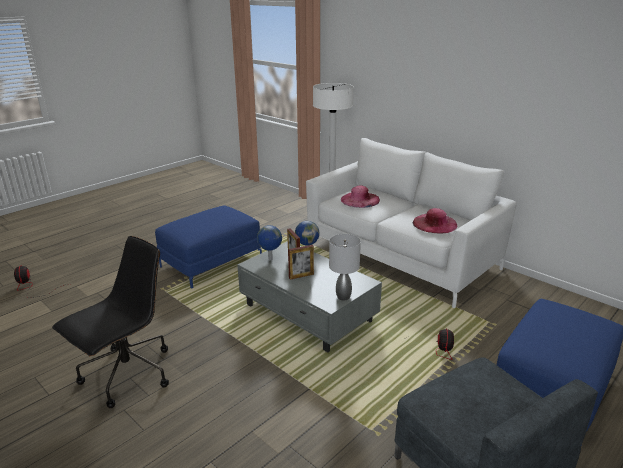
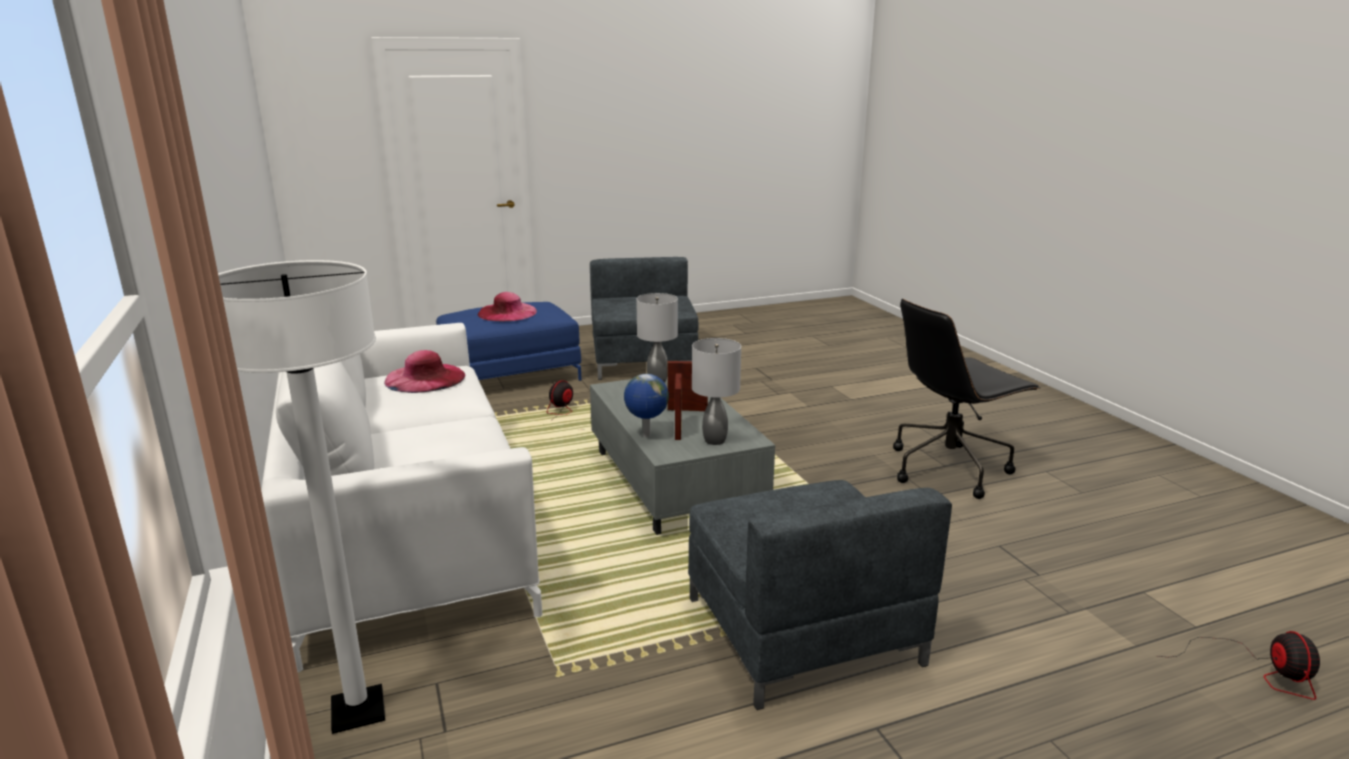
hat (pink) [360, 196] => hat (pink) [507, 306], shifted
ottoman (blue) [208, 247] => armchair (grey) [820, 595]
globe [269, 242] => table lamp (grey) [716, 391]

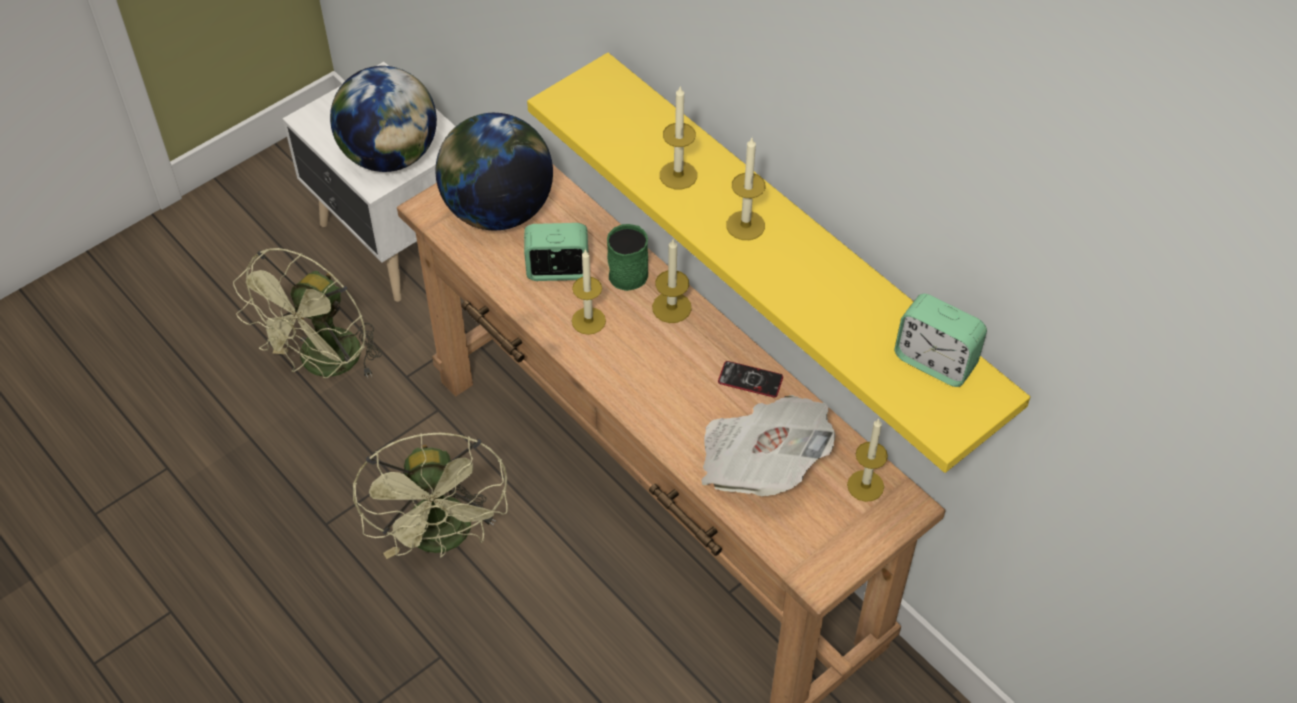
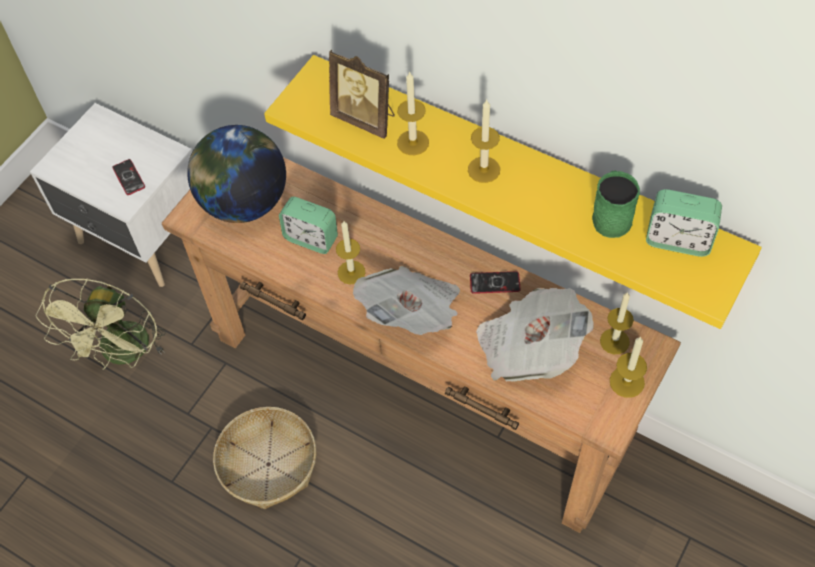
nothing => picture frame [362, 94]
nothing => newspaper [406, 300]
mug (green) [627, 257] => mug (green) [616, 204], shifted
candle [672, 281] => candle [628, 367], shifted
globe [383, 119] => phone [128, 177]
fan (green) [430, 496] => basket [264, 458]
alarm clock [556, 252] => alarm clock [308, 225], 135 degrees counterclockwise

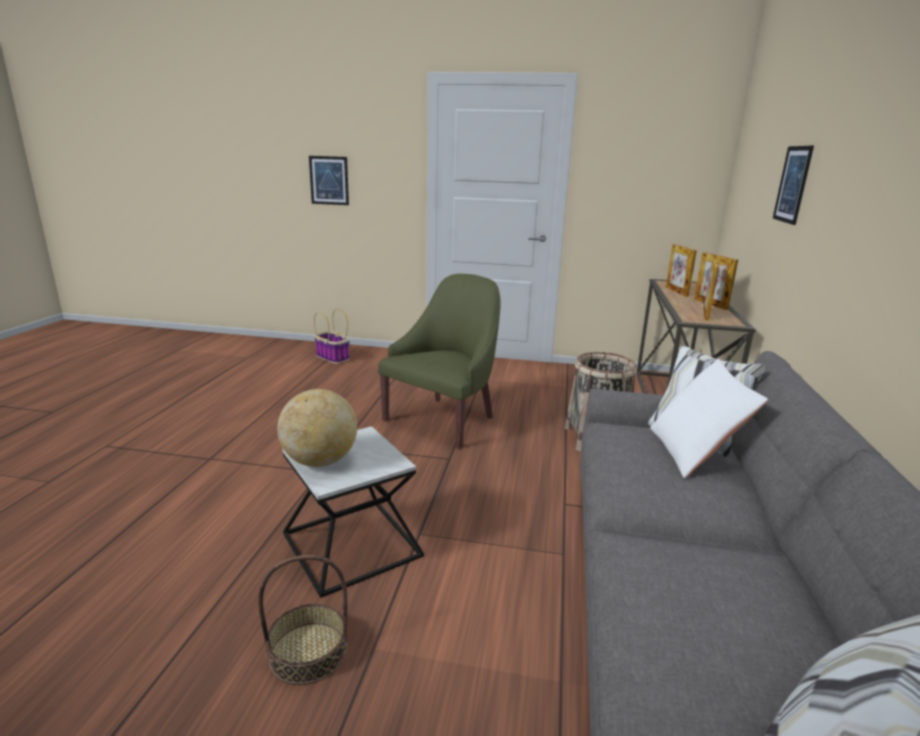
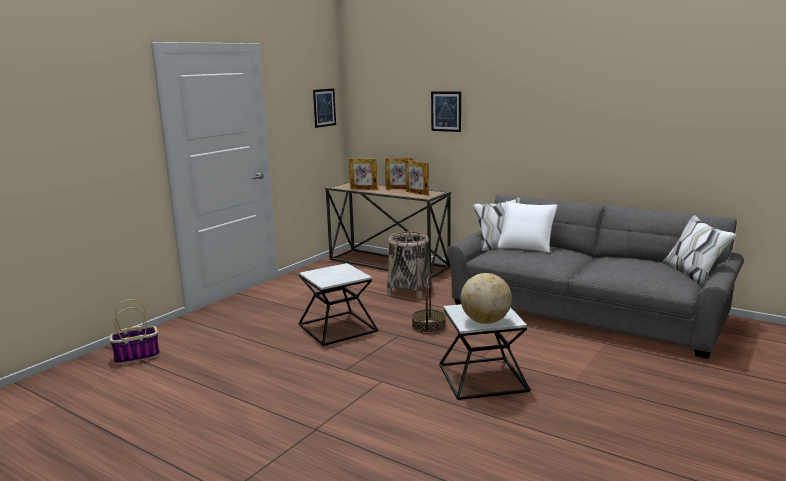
basket [303, 620] => basket [429, 305], shifted
picture [329, 180] => picture [324, 108], shifted
armchair (green) [439, 361] => side table [338, 304]

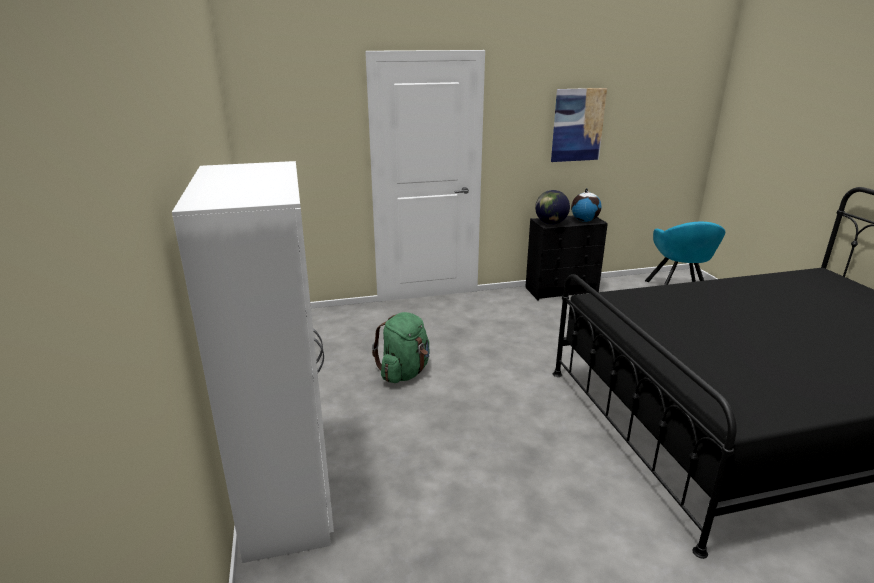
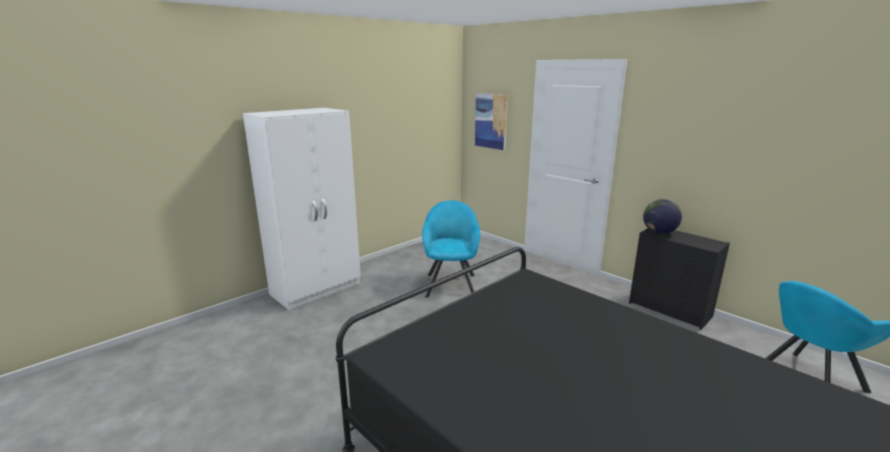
globe [586, 205] => nothing
picture [579, 125] => picture [491, 121], shifted
backpack (green) [401, 347] => armchair (turquoise) [451, 248]

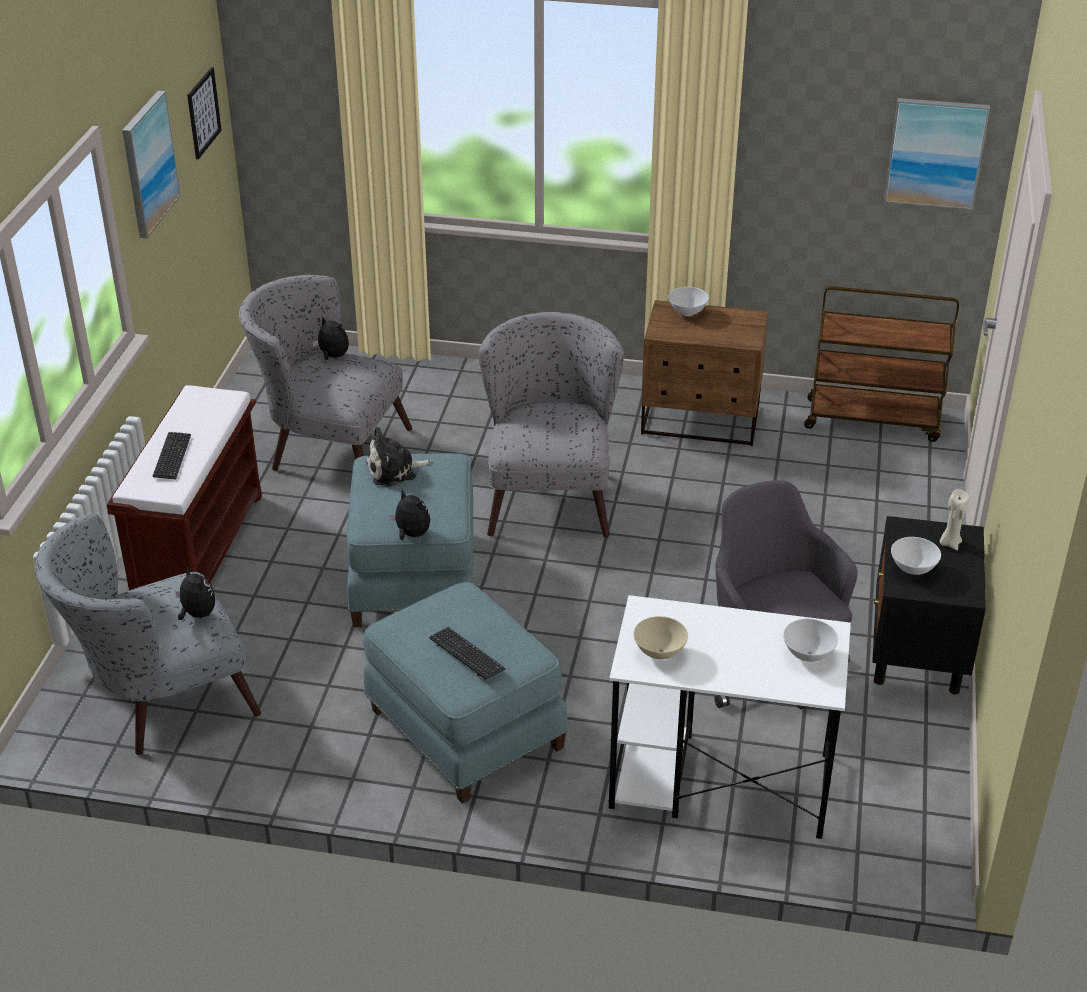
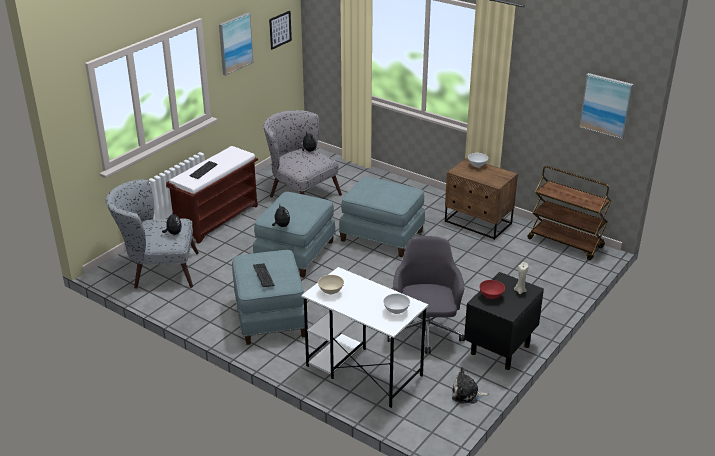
plush toy [398, 457] => plush toy [471, 385], shifted
armchair (grey) [551, 424] => ottoman (blue) [382, 217]
bowl (white) [916, 556] => bowl (red) [492, 289]

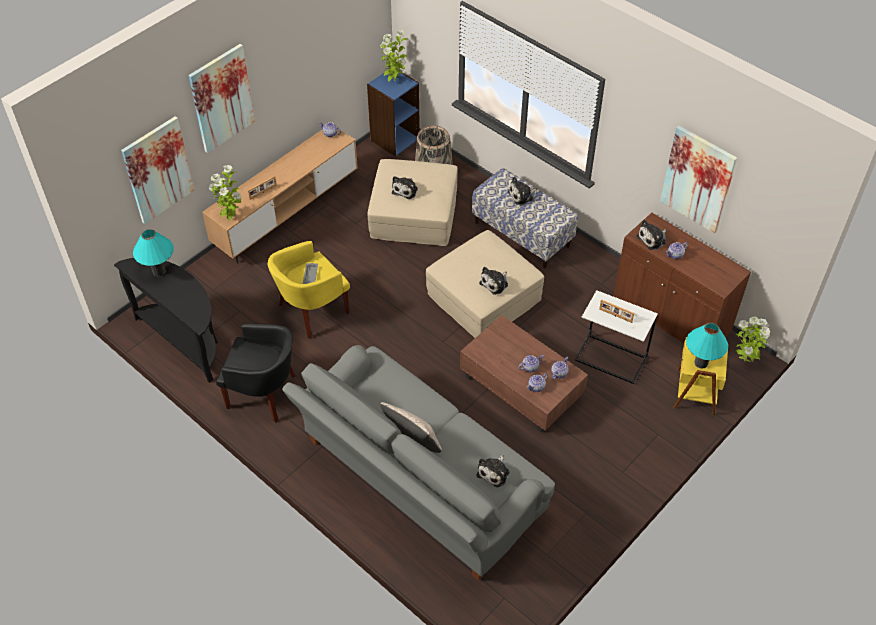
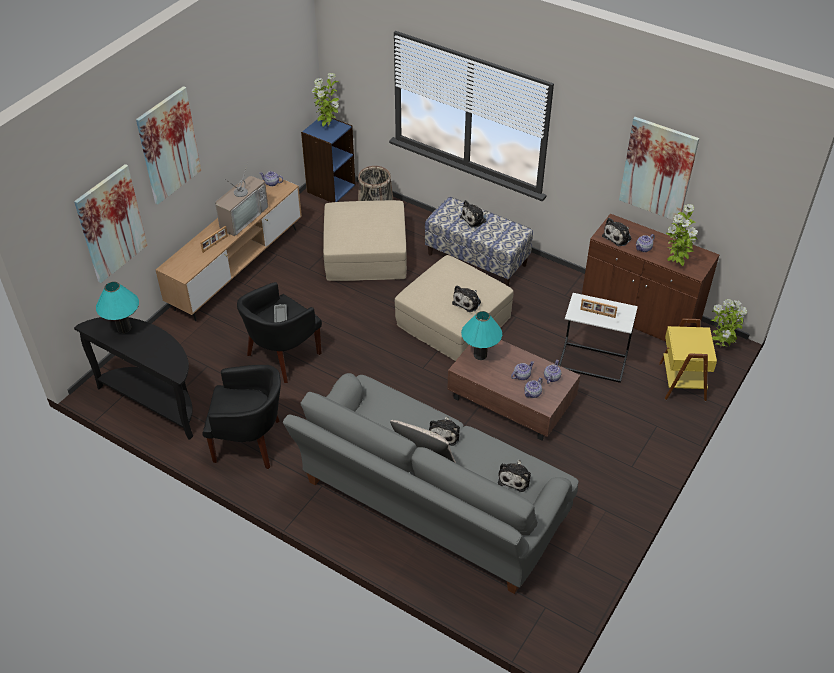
nothing => television [241, 199]
potted plant [225, 193] => potted plant [682, 235], shifted
plush toy [405, 187] => plush toy [444, 431], shifted
table lamp (turquoise) [707, 346] => table lamp (turquoise) [481, 335], shifted
armchair (yellow) [309, 290] => armchair (black) [279, 332]

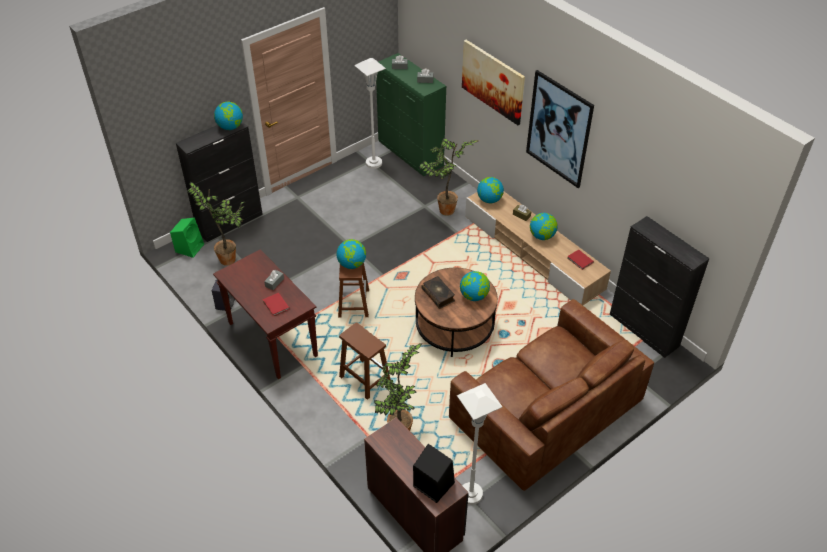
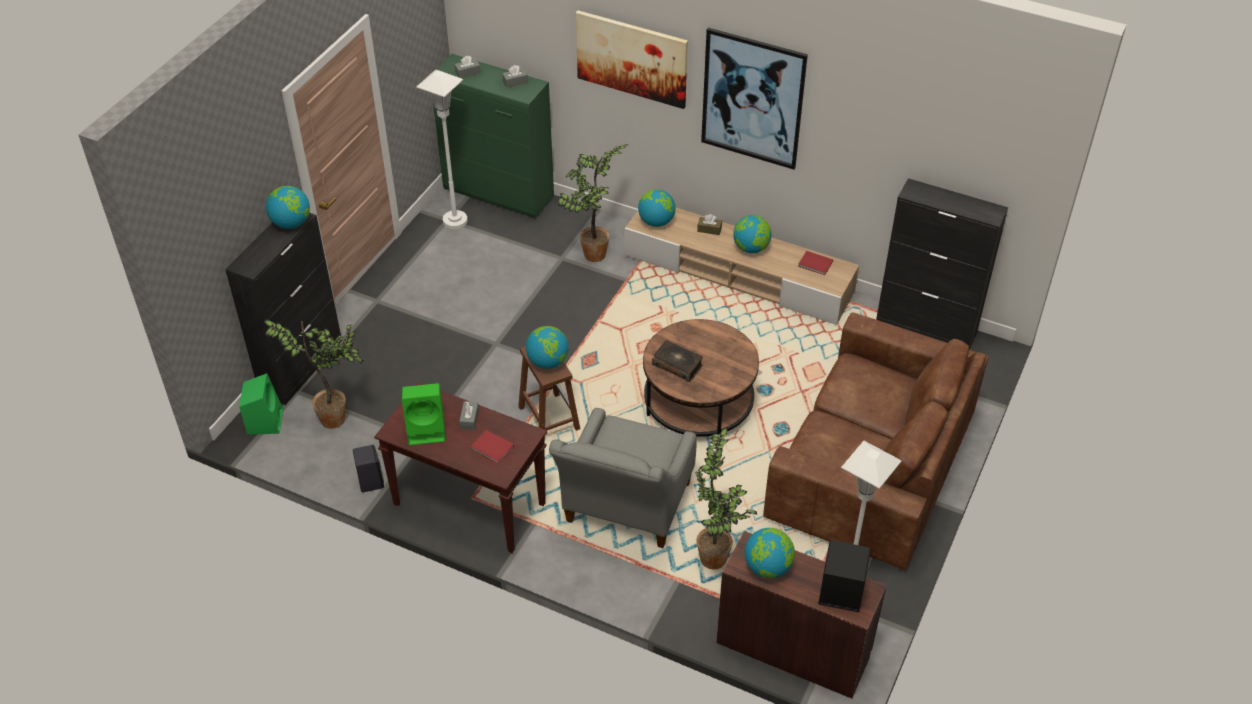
nothing => speaker (green) [424, 414]
globe [475, 286] => globe [770, 553], shifted
stool (brown) [365, 361] => armchair (grey) [623, 478]

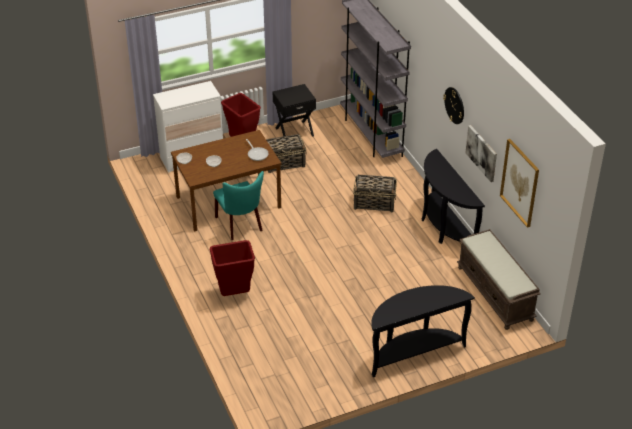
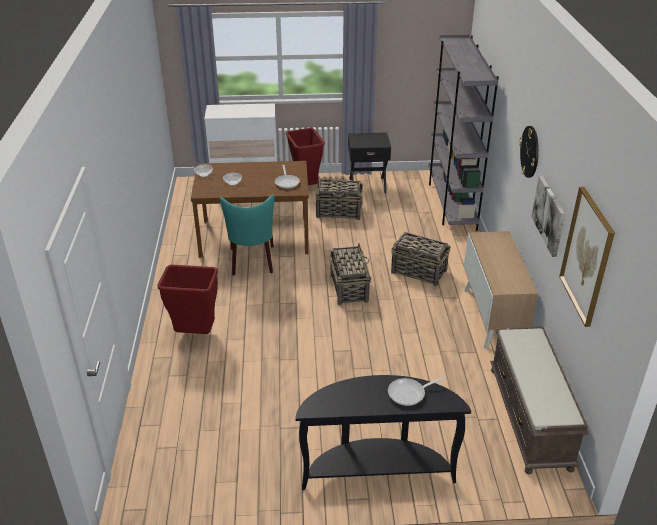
nothing => basket [351, 274]
nothing => frying pan [417, 391]
console table (black) [453, 196] => cabinet [501, 290]

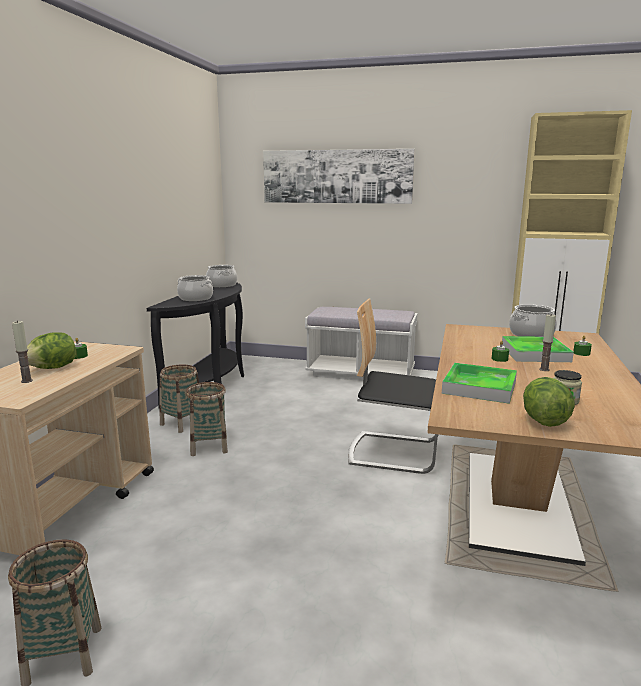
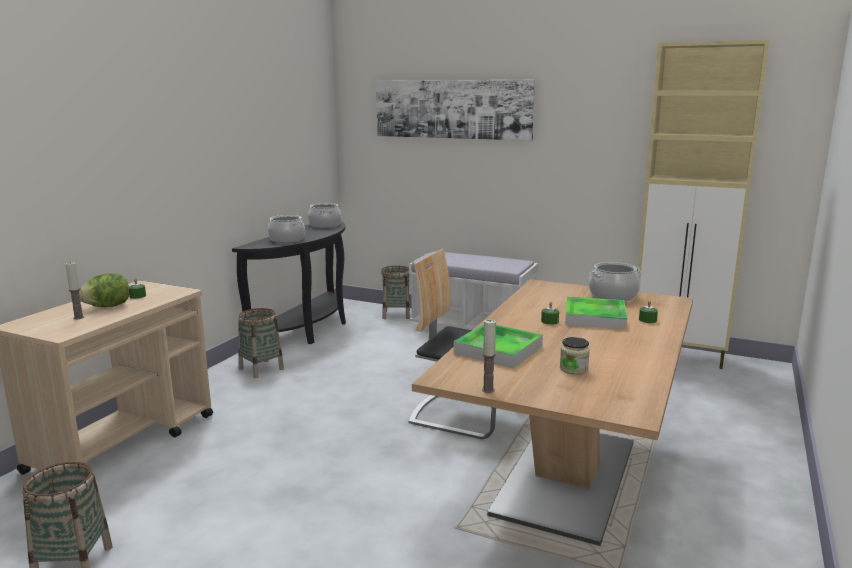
lettuce [549, 402] => nothing
basket [207, 419] => basket [395, 292], shifted
candle [547, 342] => candle [489, 356], shifted

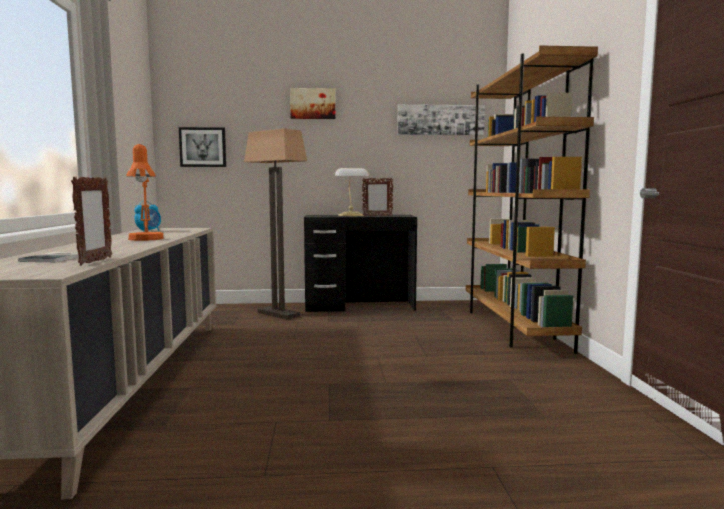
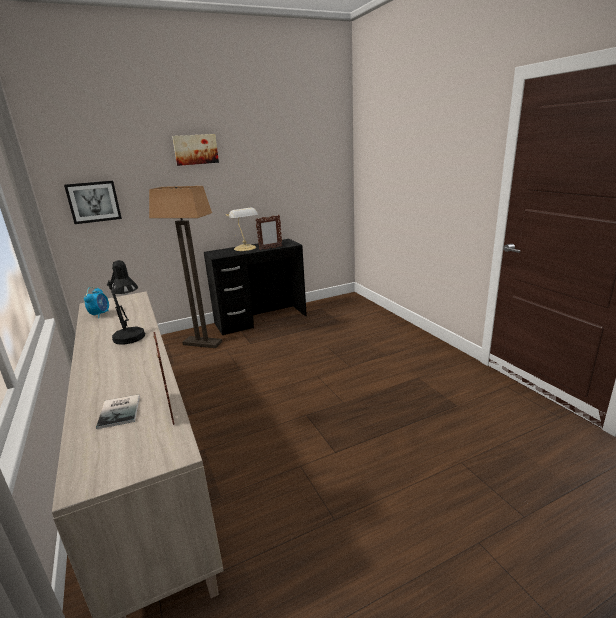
picture [441, 119] => nothing
bookcase (brown) [532, 199] => nothing
table lamp (orange) [145, 192] => table lamp (black) [126, 302]

